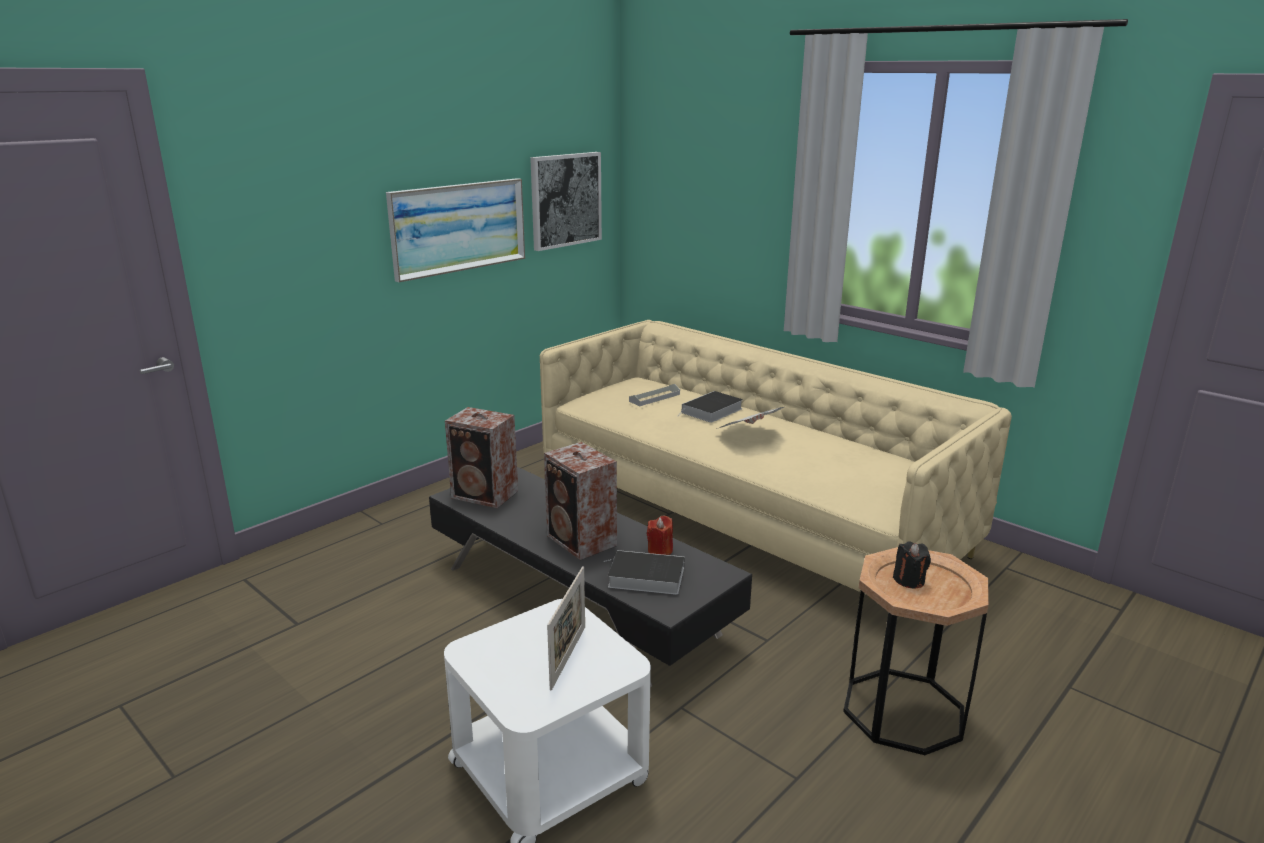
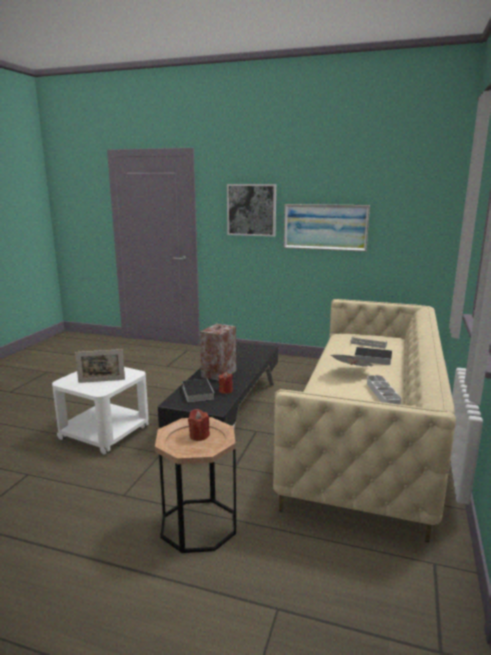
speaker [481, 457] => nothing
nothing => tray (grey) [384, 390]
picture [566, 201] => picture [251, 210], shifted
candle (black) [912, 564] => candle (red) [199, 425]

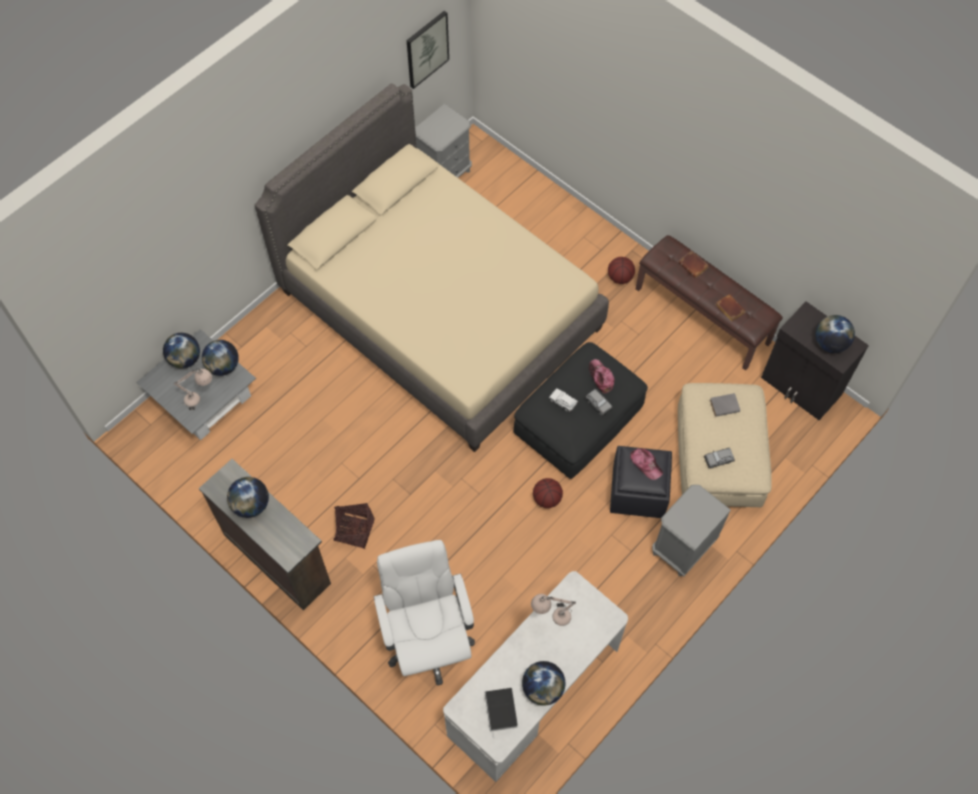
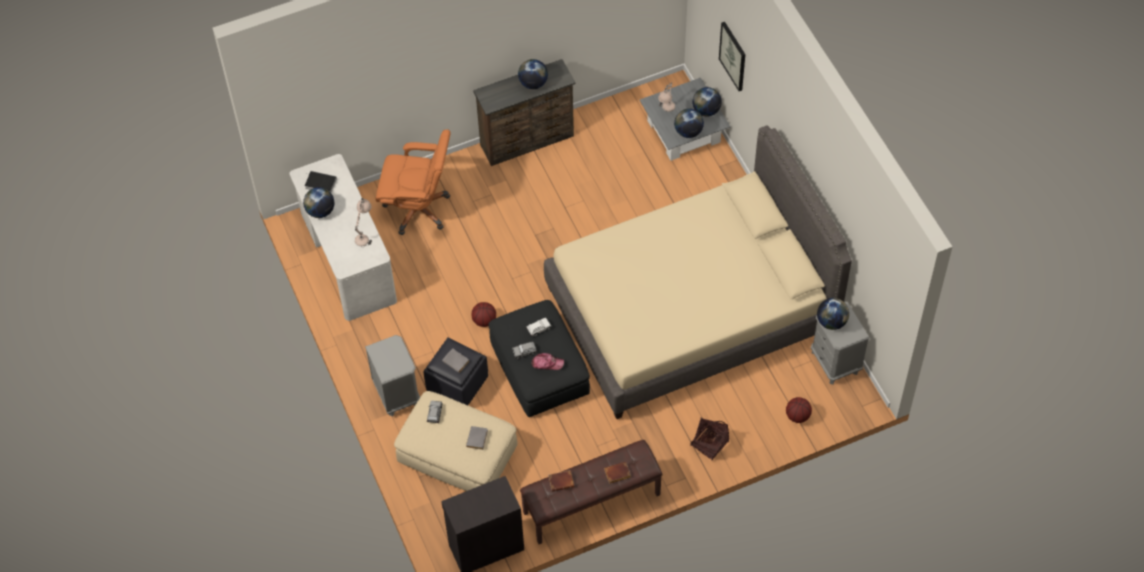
basket [353, 526] => basket [709, 438], shifted
picture [428, 50] => picture [732, 56], shifted
basketball [621, 270] => basketball [799, 410], shifted
globe [835, 334] => globe [833, 314], shifted
cap [646, 464] => book (grey) [456, 360]
office chair (white) [424, 612] => office chair (orange) [413, 182]

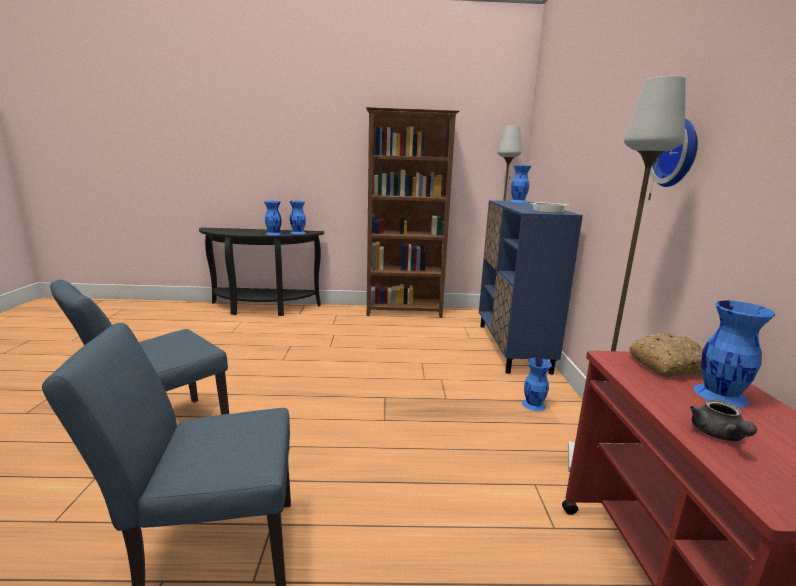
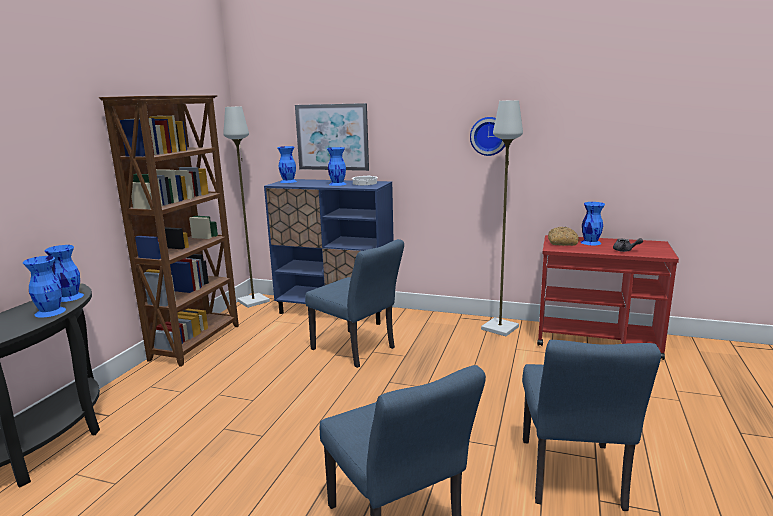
nothing => picture [332, 137]
nothing => chair (blue) [354, 303]
vase (blue) [537, 384] => vase (blue) [336, 166], shifted

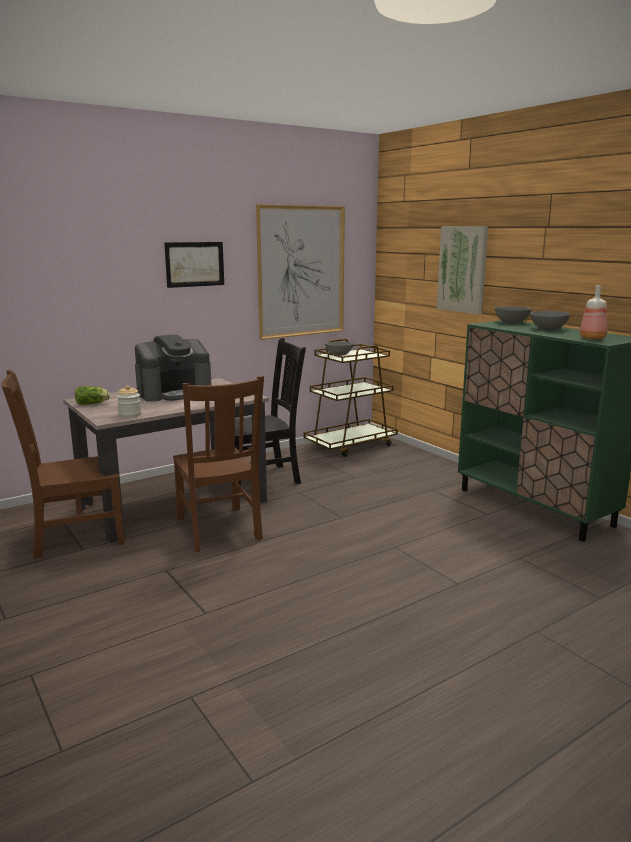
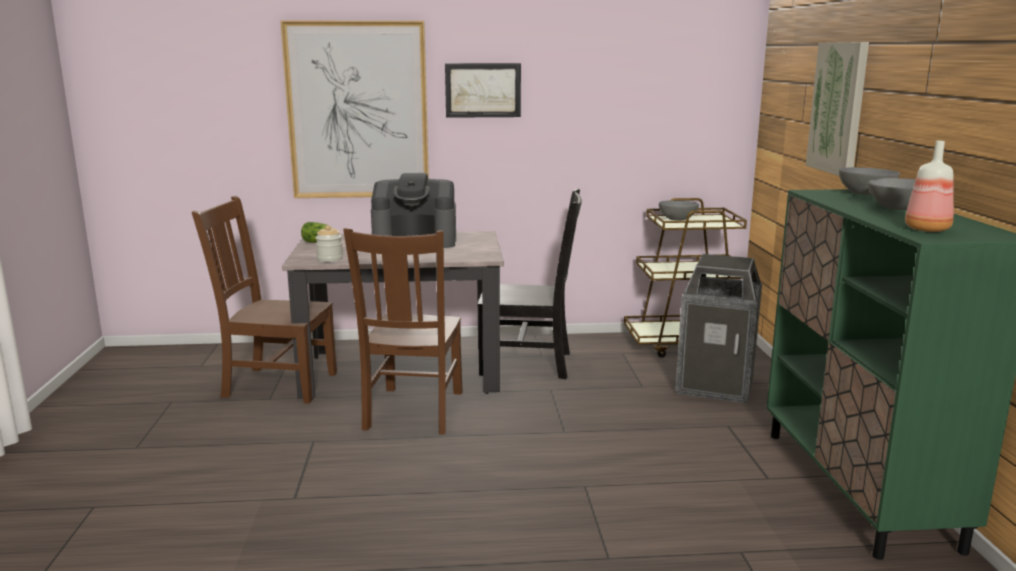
nothing => trash can [718, 329]
picture [300, 272] => picture [354, 109], shifted

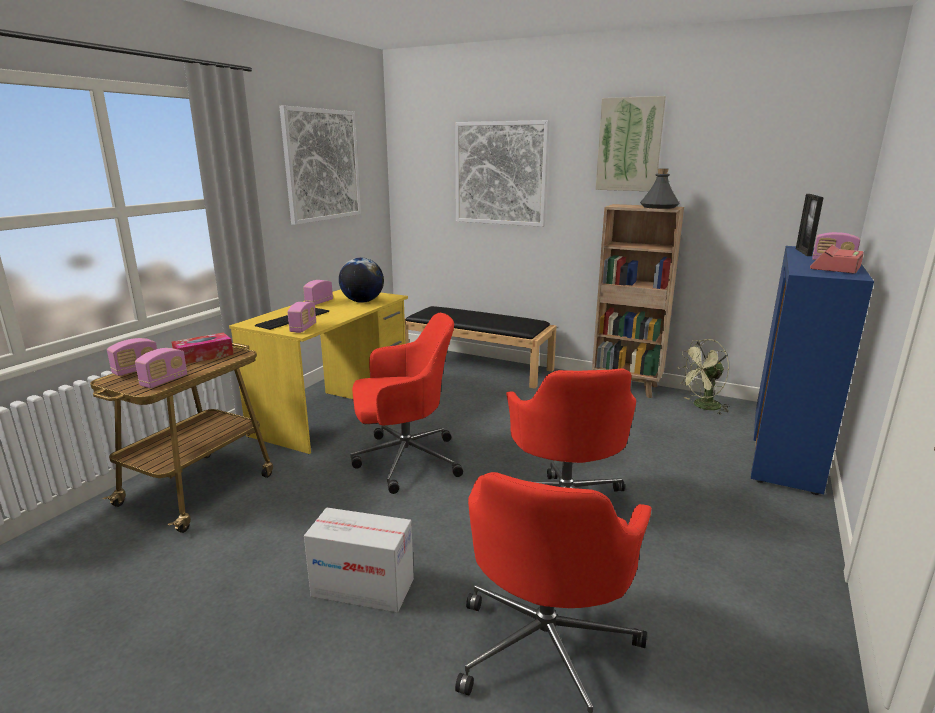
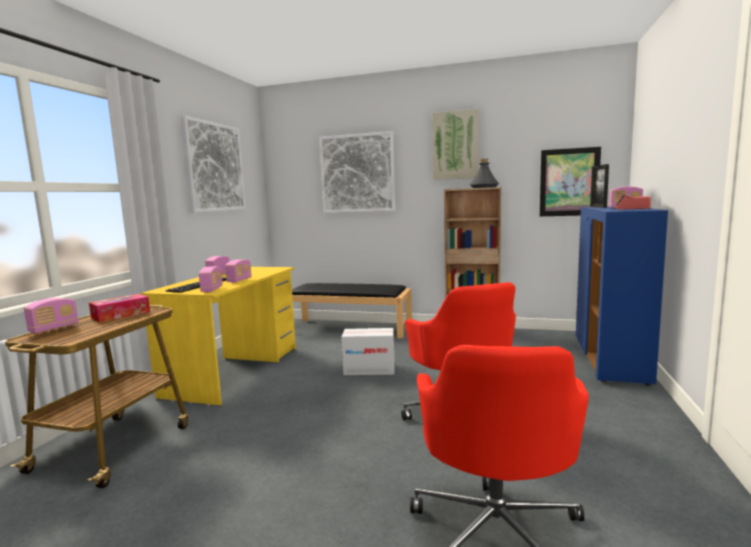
globe [361, 280] => nothing
office chair (red) [406, 403] => nothing
fan (green) [703, 377] => nothing
nothing => picture [570, 181]
radio [161, 368] => radio [238, 271], shifted
cardboard box [359, 560] => cardboard box [368, 351], shifted

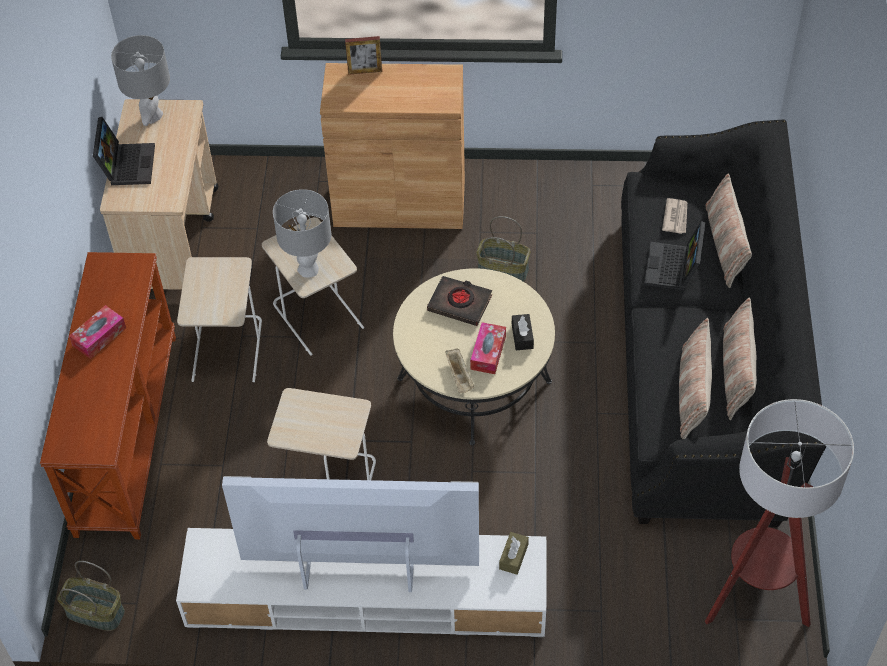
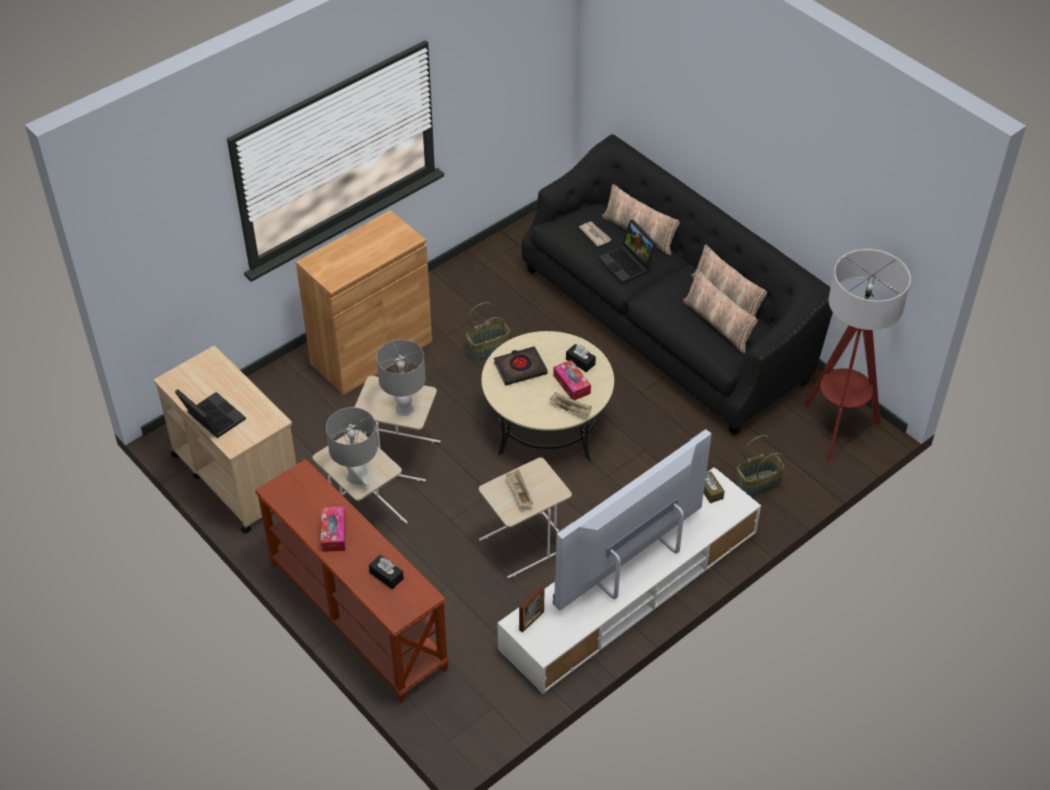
nothing => tissue box (black) [386, 572]
nothing => tray (beige) [519, 488]
basket [91, 596] => basket [760, 466], shifted
table lamp (grey) [140, 80] => table lamp (grey) [352, 446], shifted
picture frame [363, 55] => picture frame [532, 609], shifted

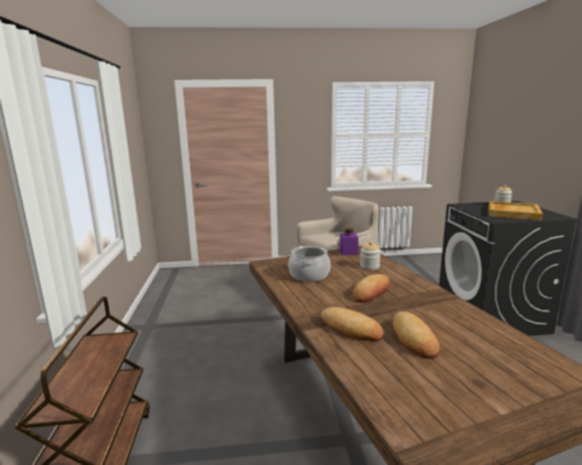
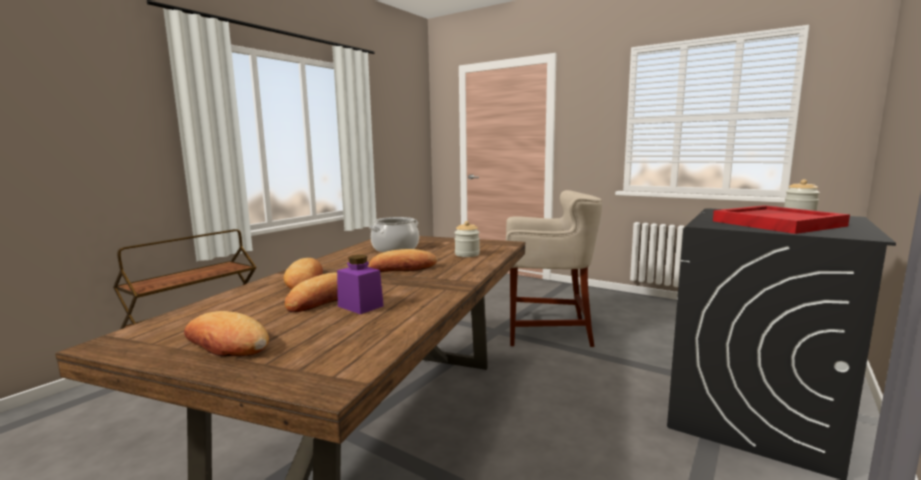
nothing => bread [226, 334]
jar (purple) [349, 241] => jar (purple) [360, 284], shifted
tray (beige) [516, 210] => tray (red) [781, 219]

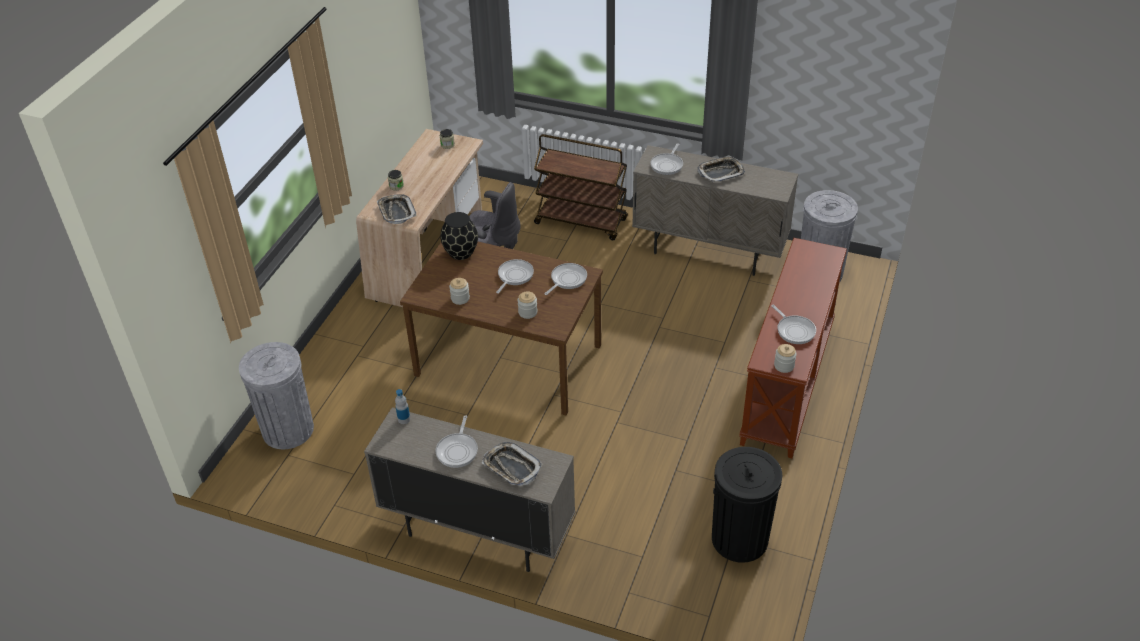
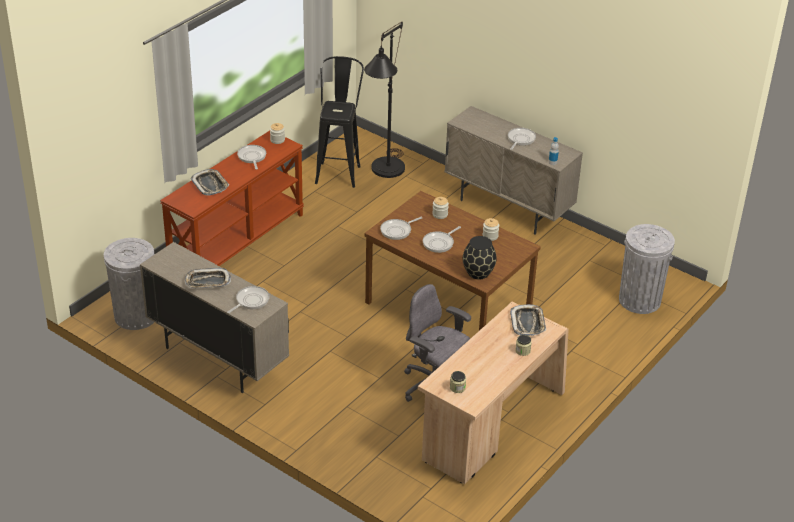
cart (brown) [581, 187] => nothing
nothing => floor lamp (black) [384, 100]
tray [512, 464] => tray [210, 182], shifted
trash can (black) [747, 505] => stool (black) [339, 122]

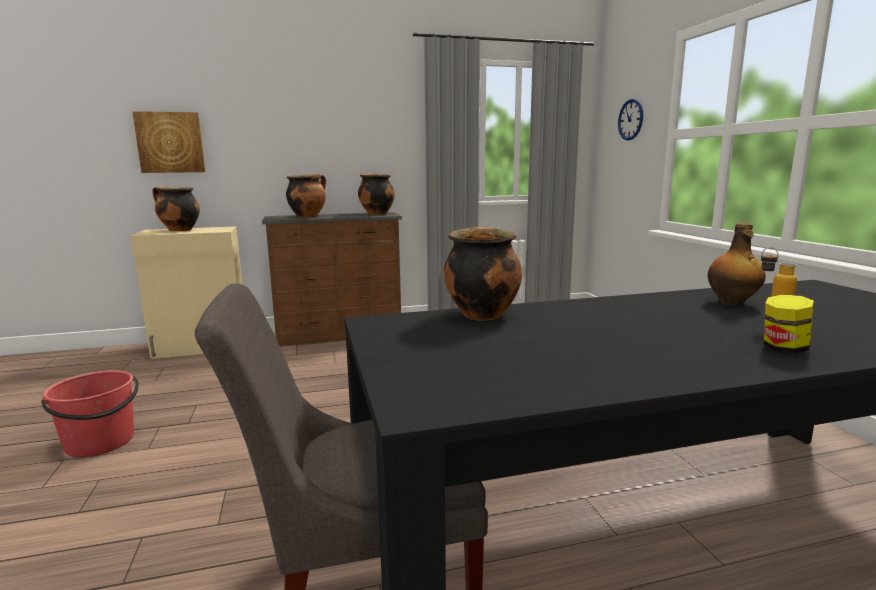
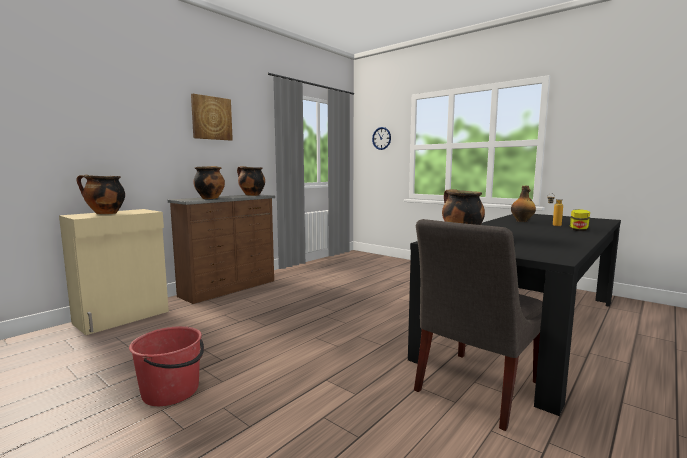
picture [168, 142] => picture [212, 117], shifted

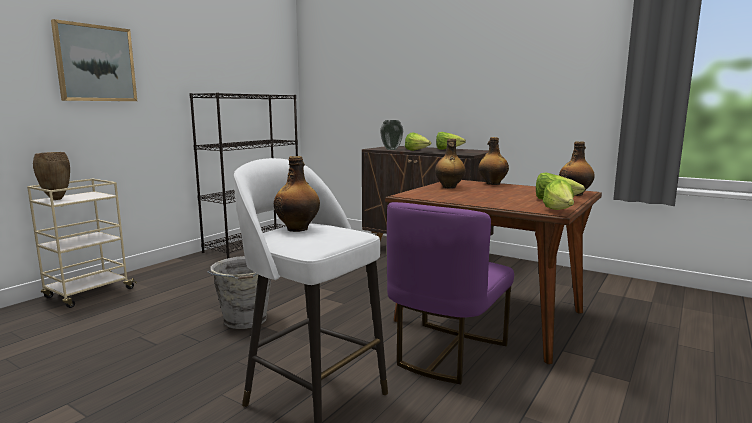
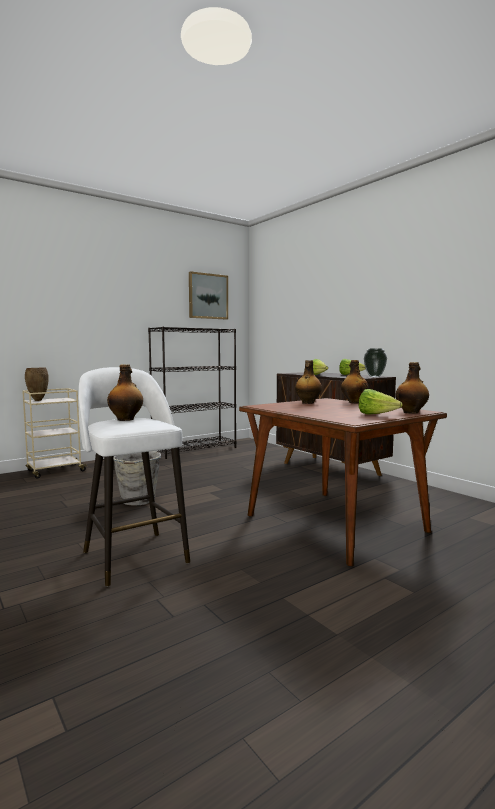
chair (purple) [450, 293] => nothing
lettuce [558, 194] => nothing
picture [94, 60] => picture [208, 295], shifted
vase [391, 135] => vase [375, 362], shifted

